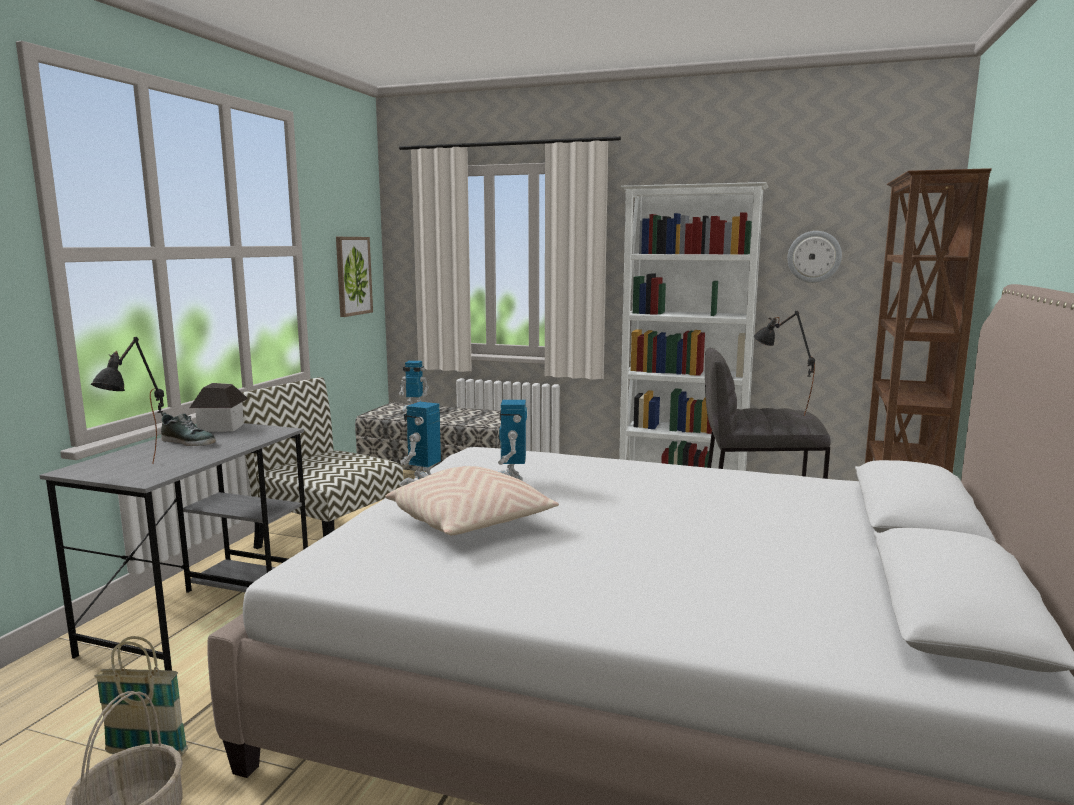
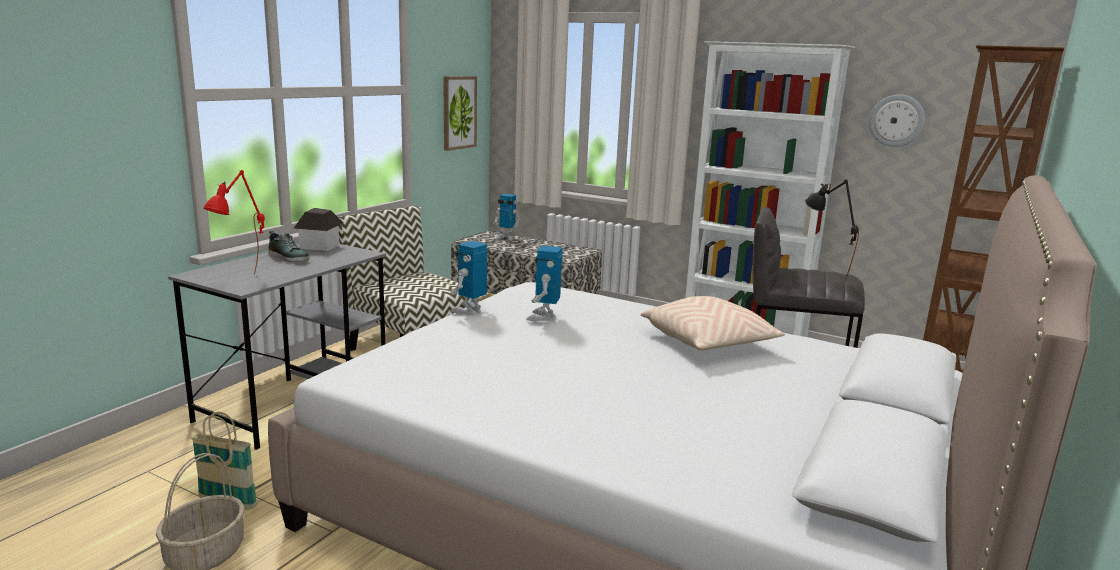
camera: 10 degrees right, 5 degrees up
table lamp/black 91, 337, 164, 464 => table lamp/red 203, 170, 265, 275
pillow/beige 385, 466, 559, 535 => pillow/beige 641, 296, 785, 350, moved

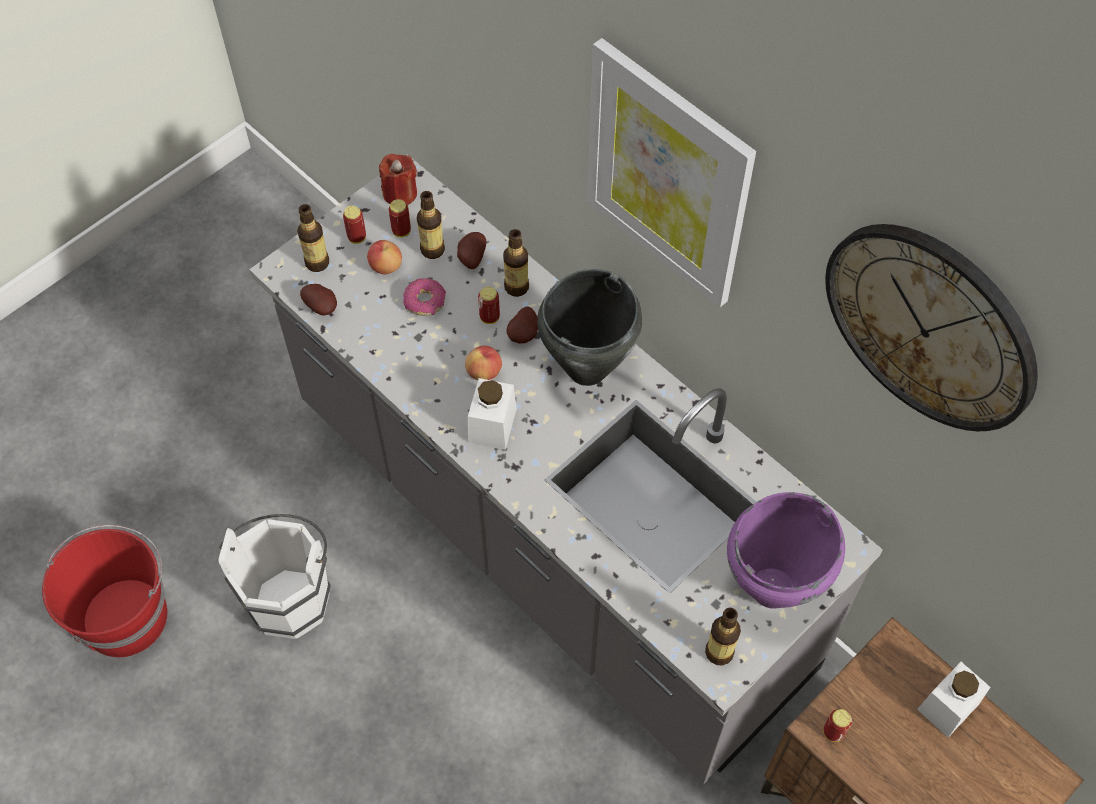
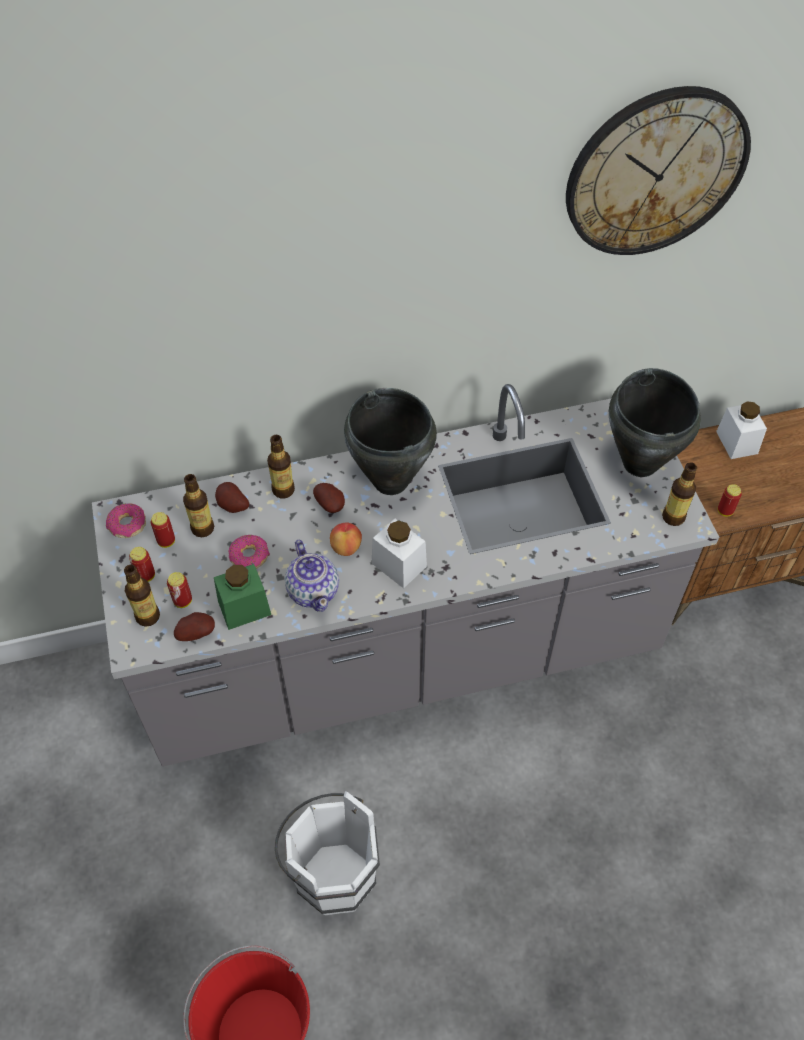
camera: 60 degrees left, 5 degrees down
picture 587, 38, 756, 307 => nothing
candle/red 379, 154, 417, 205 => donut 106, 503, 146, 538
apple 367, 240, 402, 275 => nothing
can 478, 286, 500, 324 => can 167, 572, 192, 608, moved
cooking pot/purple 727, 492, 845, 609 => cooking pot/black 609, 368, 701, 477
nothing => teapot 285, 540, 339, 612
nothing => jar/green 214, 564, 271, 630

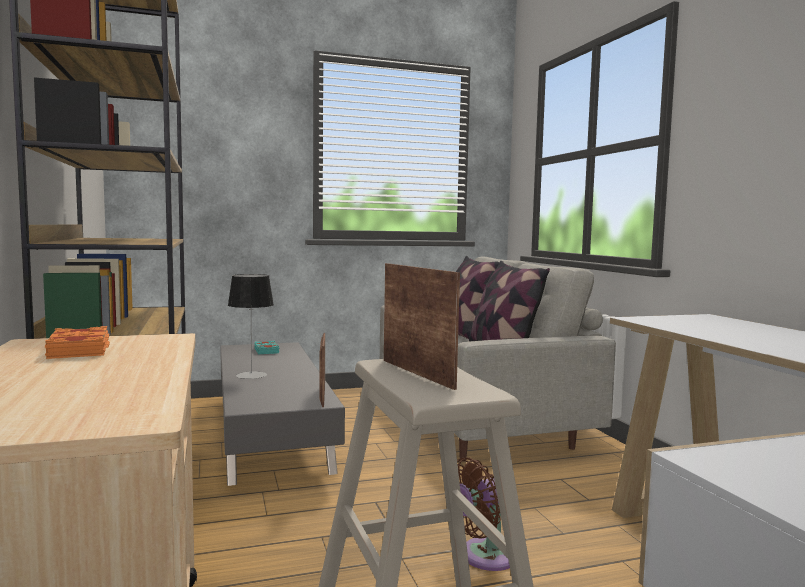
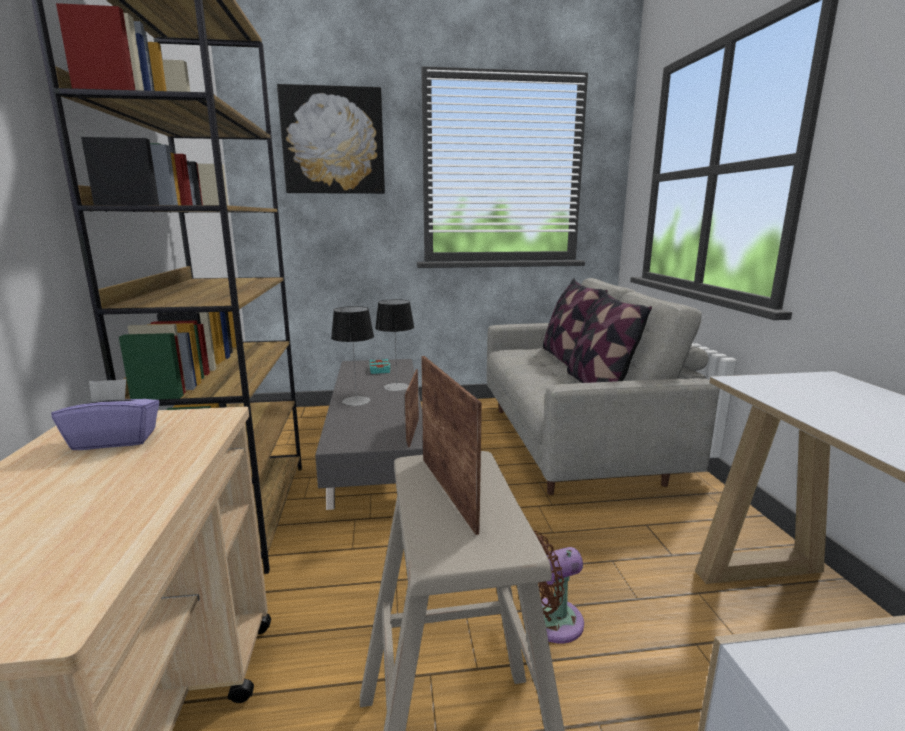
camera: 10 degrees right, 10 degrees up
book/orange 45, 326, 110, 359 => tissue box/purple 51, 379, 160, 450
nothing => picture 277, 84, 385, 194
nothing => table lamp 375, 299, 414, 391

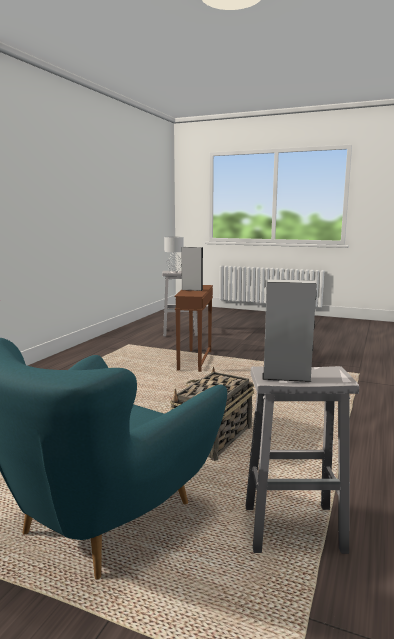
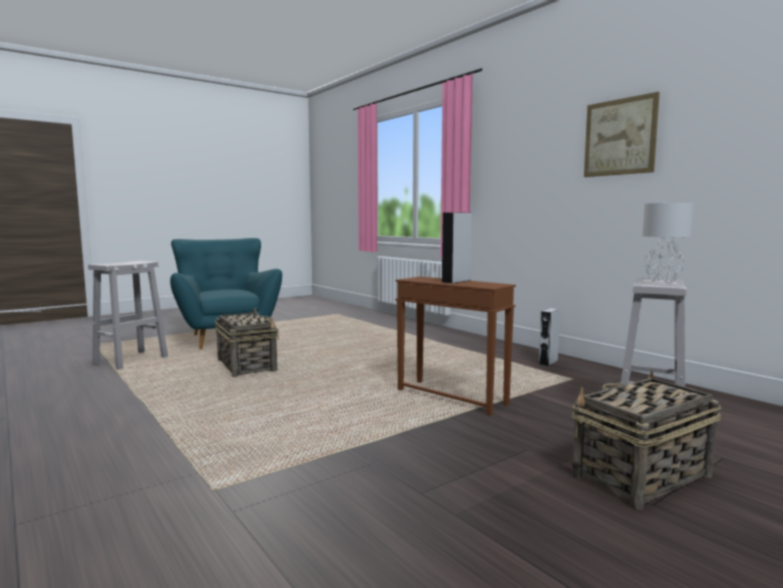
camera: 120 degrees right, 5 degrees down
speaker/grey 263, 280, 317, 382 => speaker/grey 538, 308, 560, 366, moved
nothing => picture 584, 92, 660, 177
nothing => basket 572, 370, 722, 510

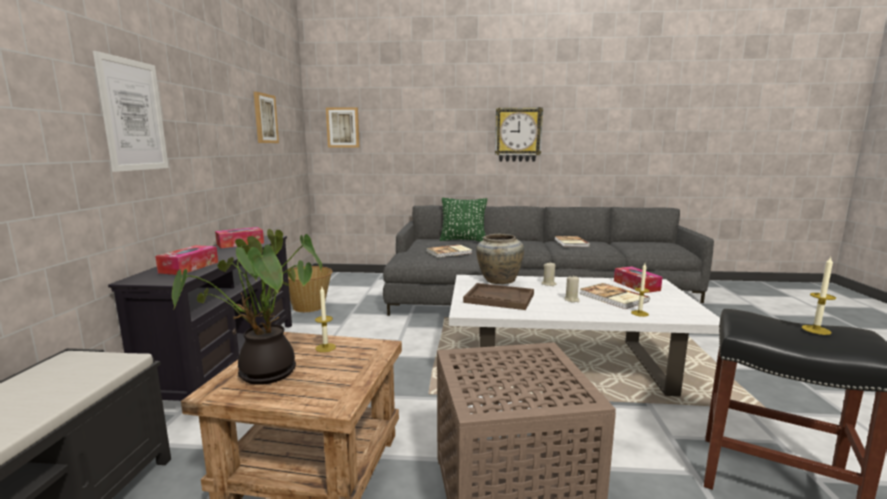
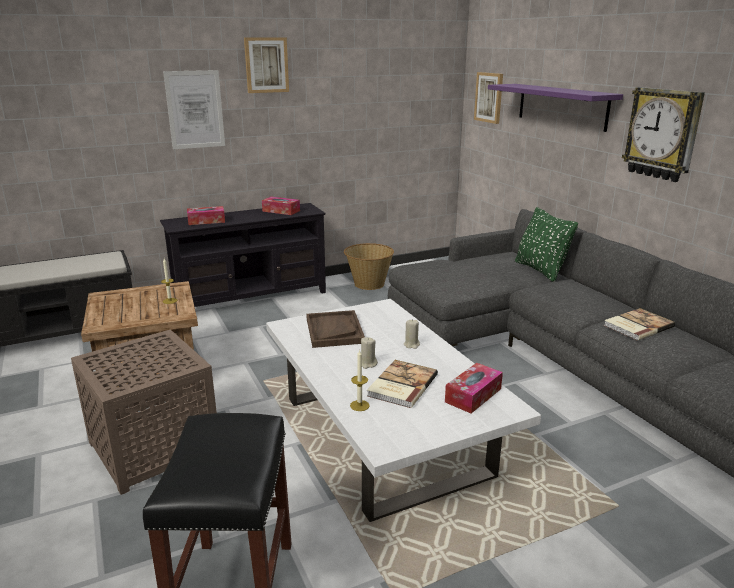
camera: 60 degrees right, 10 degrees up
picture 254, 92, 279, 143 => picture 244, 37, 289, 93, moved
potted plant 172, 229, 322, 385 => nothing
vase/beige 476, 234, 524, 284 => nothing
book 426, 245, 472, 257 => nothing
candle 802, 257, 836, 335 => nothing
nothing => shelf/purple 488, 84, 623, 132

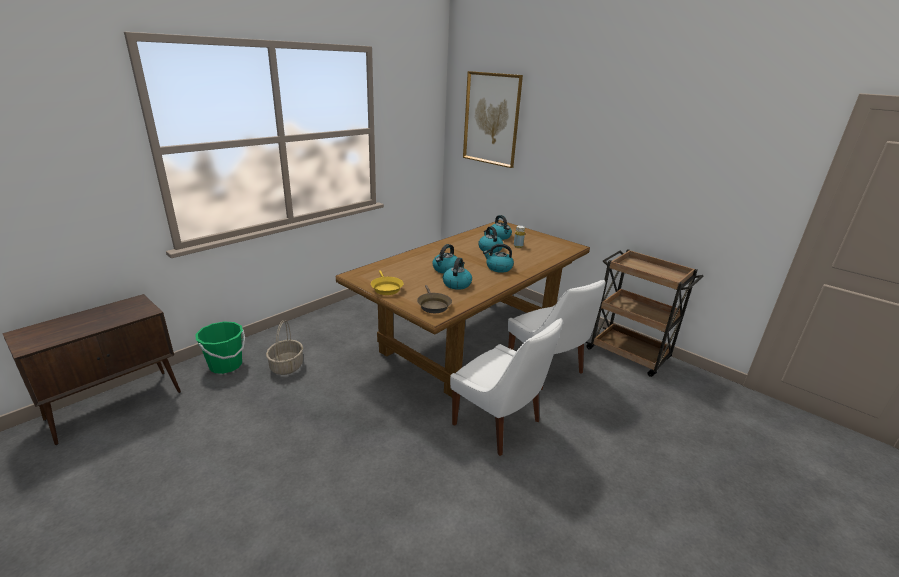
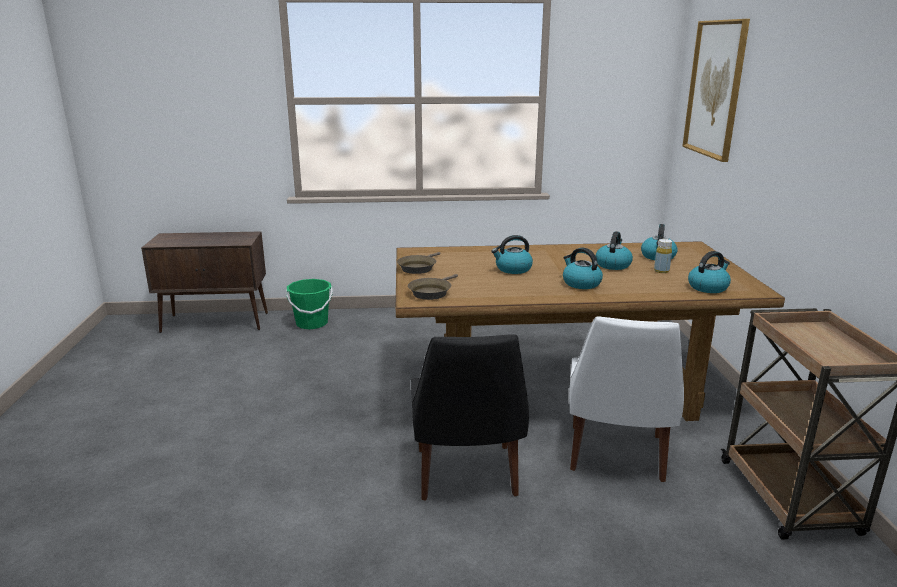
camera: 45 degrees right, 5 degrees down
kettle 443, 257, 472, 290 => kettle 688, 251, 731, 293, moved
frying pan/yellow 371, 270, 404, 295 => frying pan/brown 397, 252, 440, 274
chair/white 450, 318, 563, 456 => chair/black 411, 334, 529, 501
basket 266, 320, 303, 375 => nothing

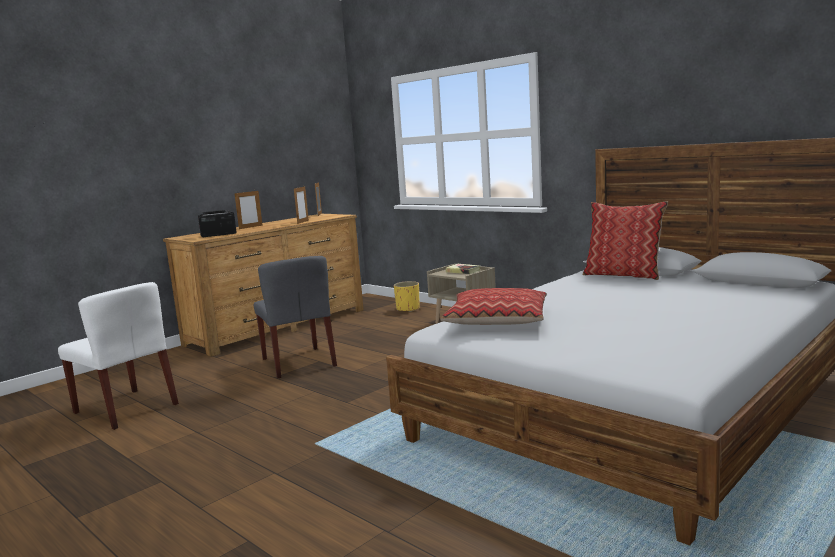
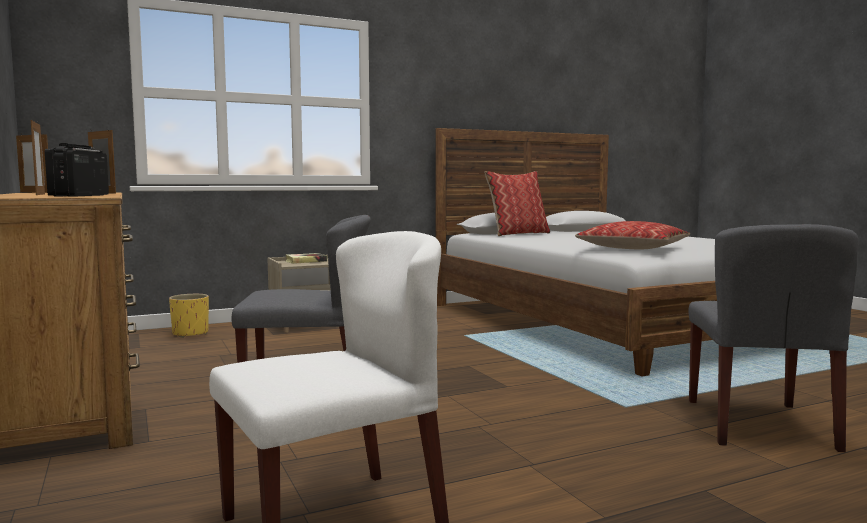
camera: 70 degrees left, 5 degrees down
nothing => chair/grey 689, 224, 859, 452

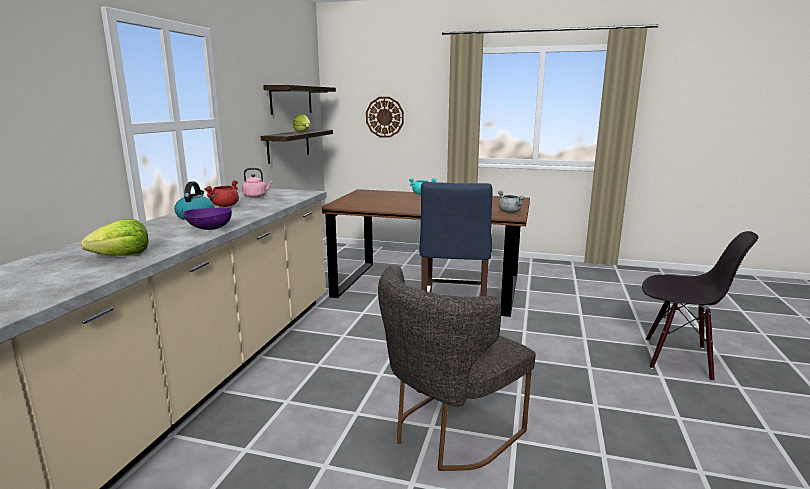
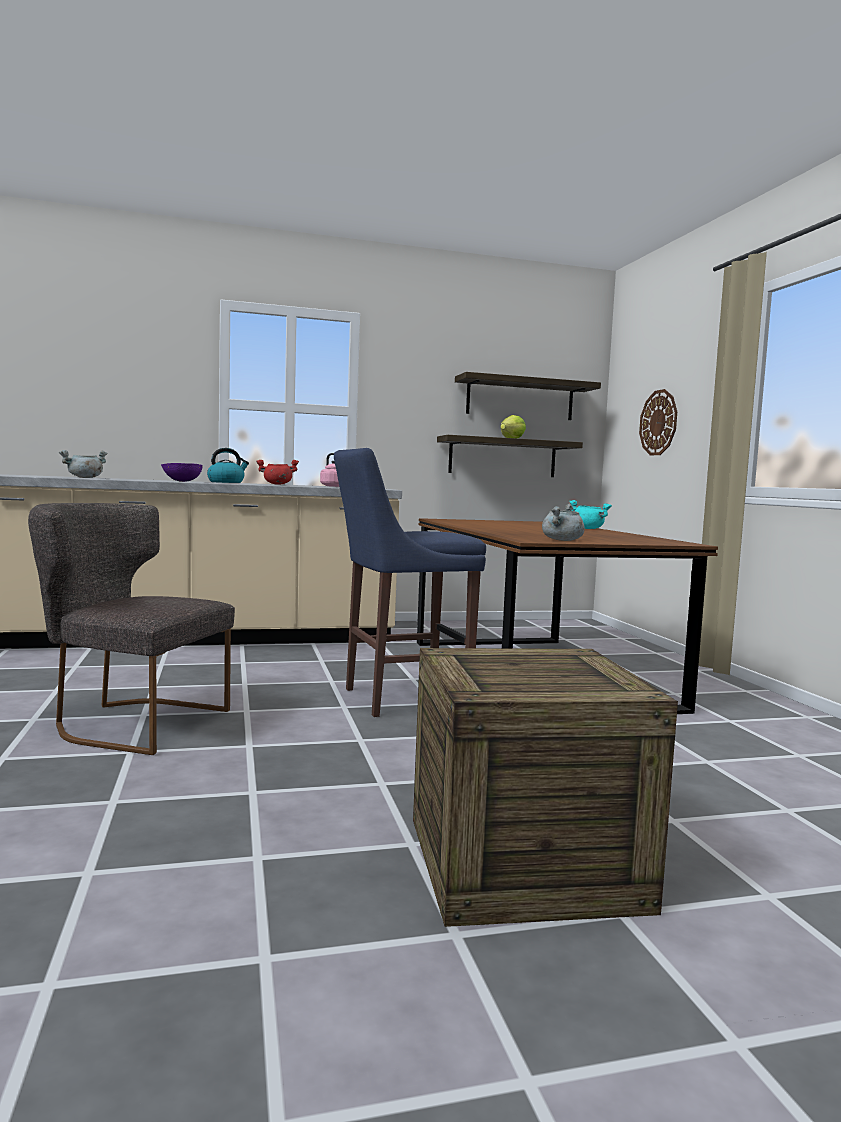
camera: 60 degrees right, 10 degrees down
lettuce 81, 219, 148, 256 => cooking pot/grey 59, 450, 107, 478
chair/black 642, 231, 758, 381 => crate 413, 648, 678, 927

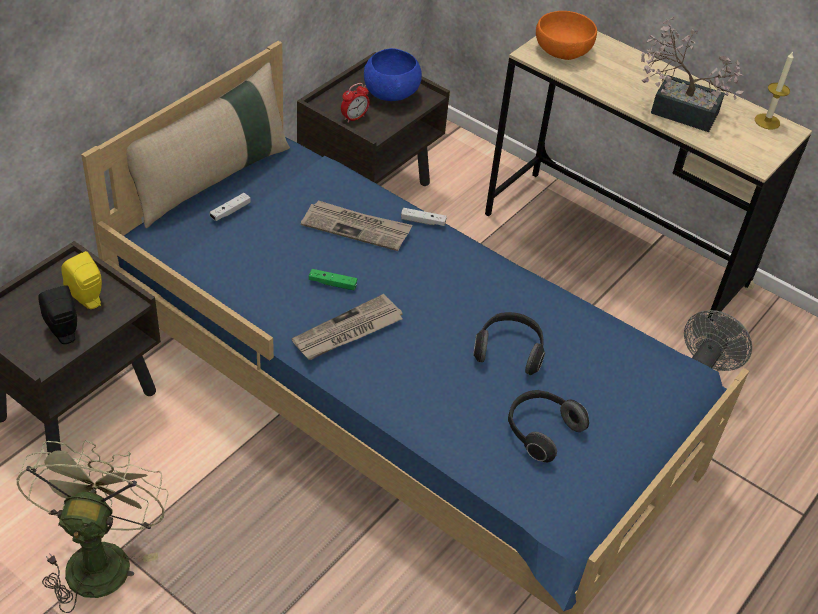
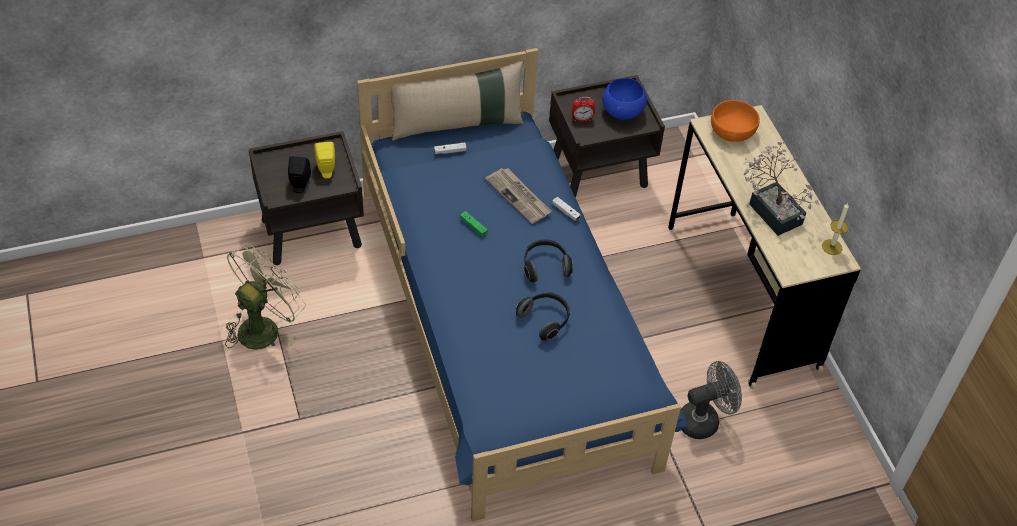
camera: 35 degrees right, 5 degrees up
newspaper 292, 294, 403, 360 => nothing
headphones 508, 390, 589, 462 => headphones 524, 240, 573, 283, moved

